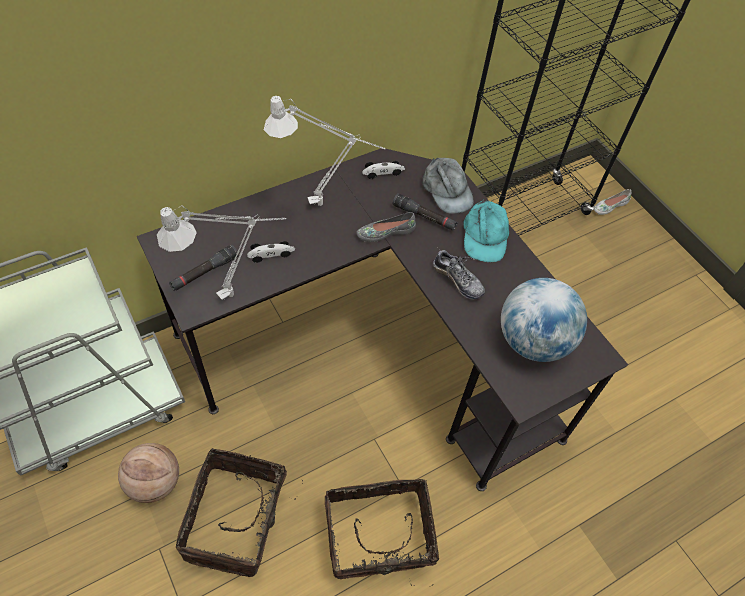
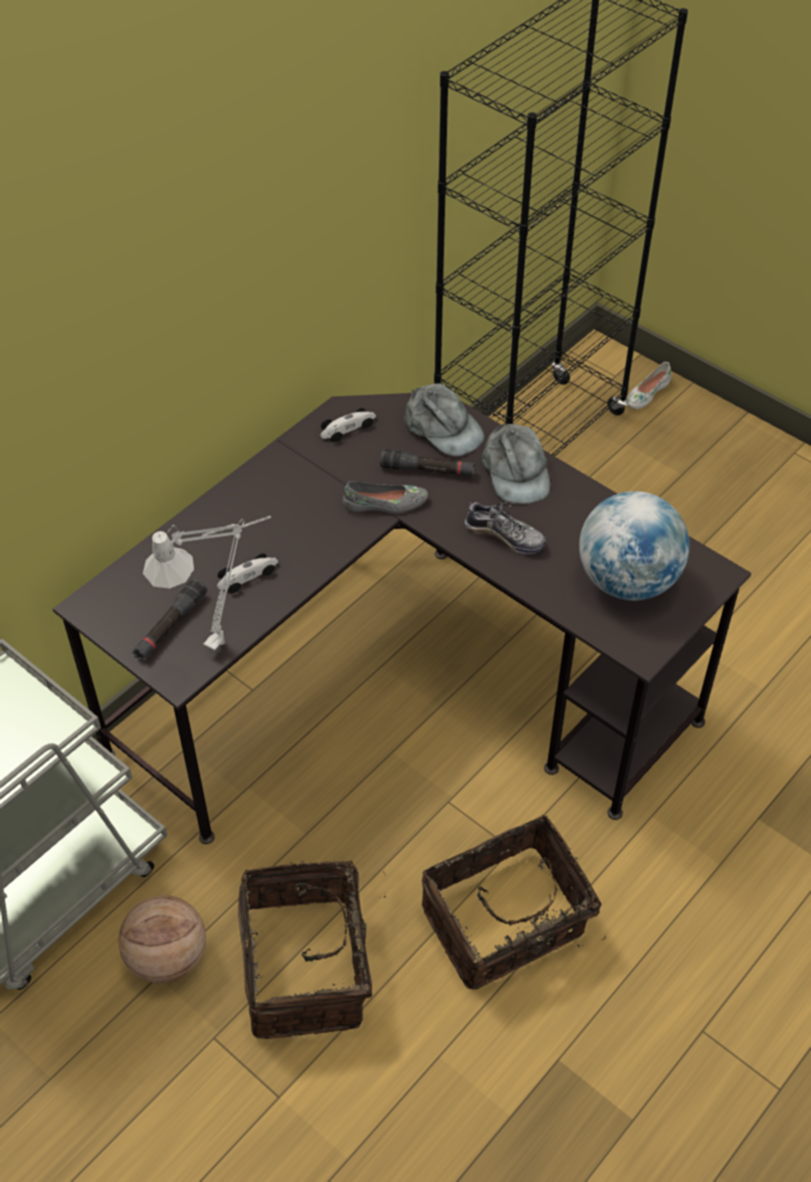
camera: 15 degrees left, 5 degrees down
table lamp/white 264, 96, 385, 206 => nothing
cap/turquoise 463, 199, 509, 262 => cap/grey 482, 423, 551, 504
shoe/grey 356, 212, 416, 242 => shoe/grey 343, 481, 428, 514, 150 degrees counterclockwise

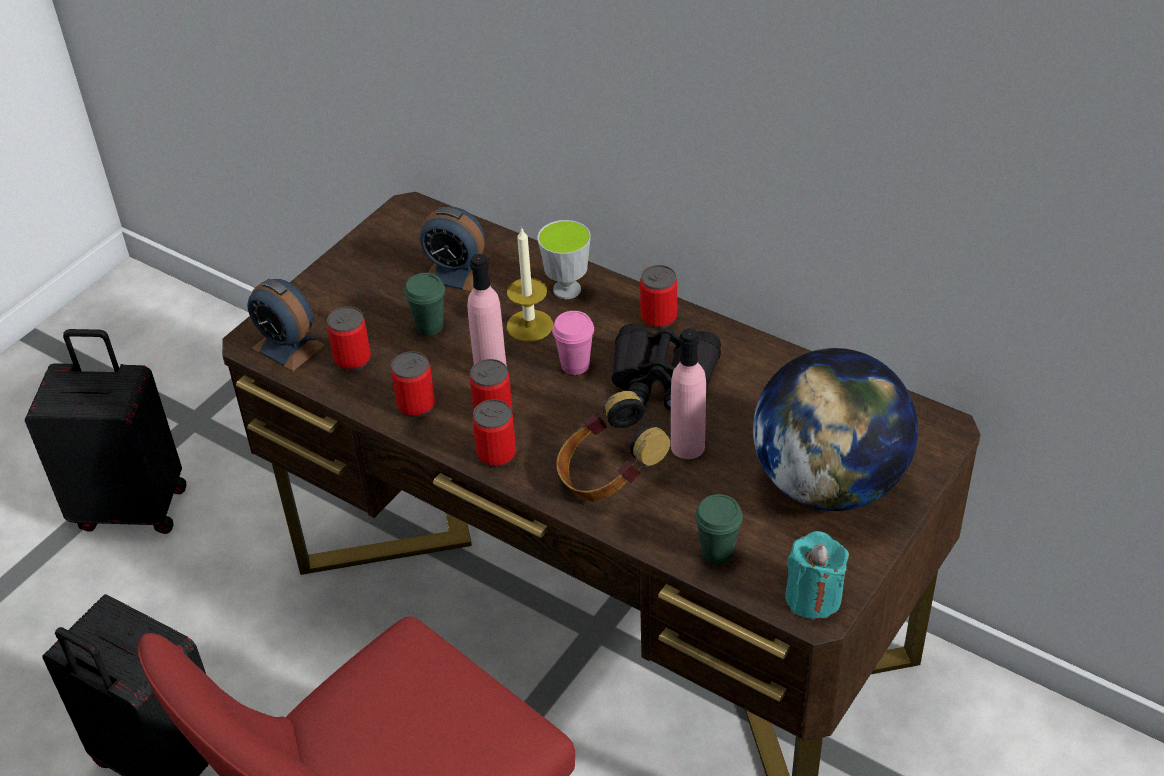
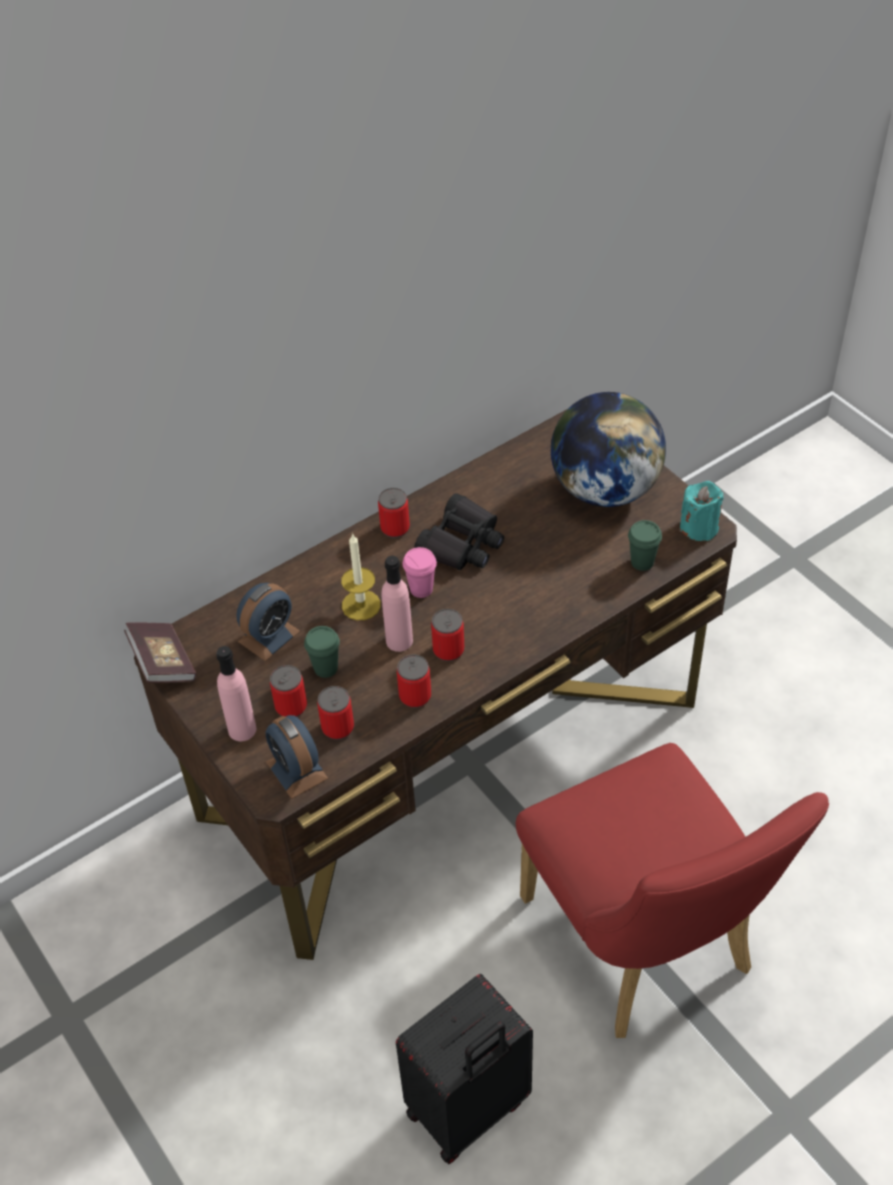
camera: 70 degrees left, 5 degrees up
cup 537, 220, 590, 299 => nothing
alarm clock 247, 279, 325, 371 => alarm clock 266, 715, 328, 799, 90 degrees clockwise
bottle/pink 671, 328, 706, 459 => bottle/pink 216, 646, 256, 741, moved
suitcase/black 25, 329, 186, 534 => nothing
headphones 556, 391, 670, 502 => nothing
can 473, 399, 516, 467 => can 270, 665, 307, 717, moved
nothing => book 124, 622, 196, 683

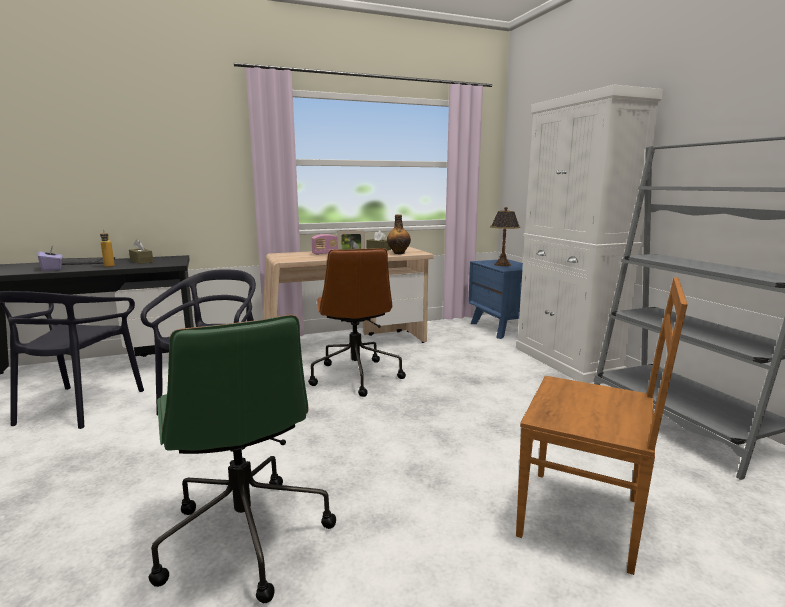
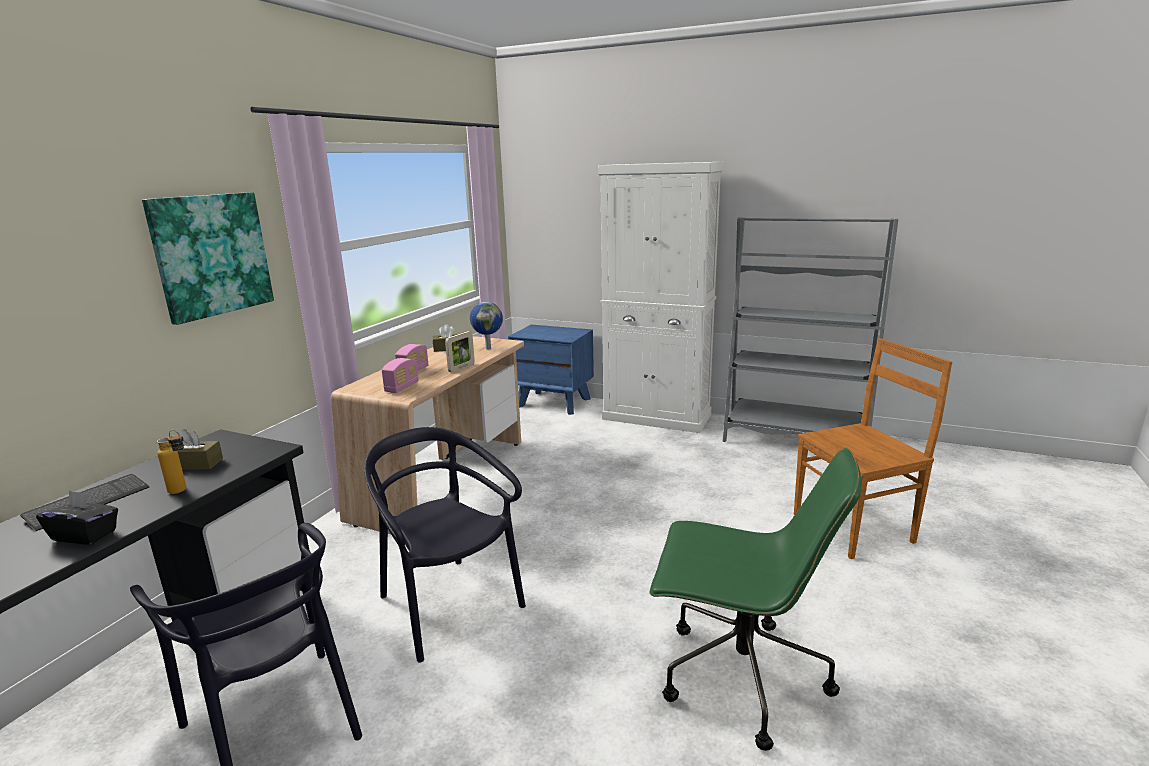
camera: 45 degrees left, 5 degrees up
table lamp 490, 207, 520, 266 => nothing
bottle 387, 214, 411, 254 => globe 470, 302, 503, 350
tissue box/purple 38, 246, 63, 271 => tissue box/black 36, 491, 118, 545
office chair/brown 308, 248, 406, 397 => nothing
nothing => picture 142, 192, 274, 325
nothing => radio 382, 358, 419, 393

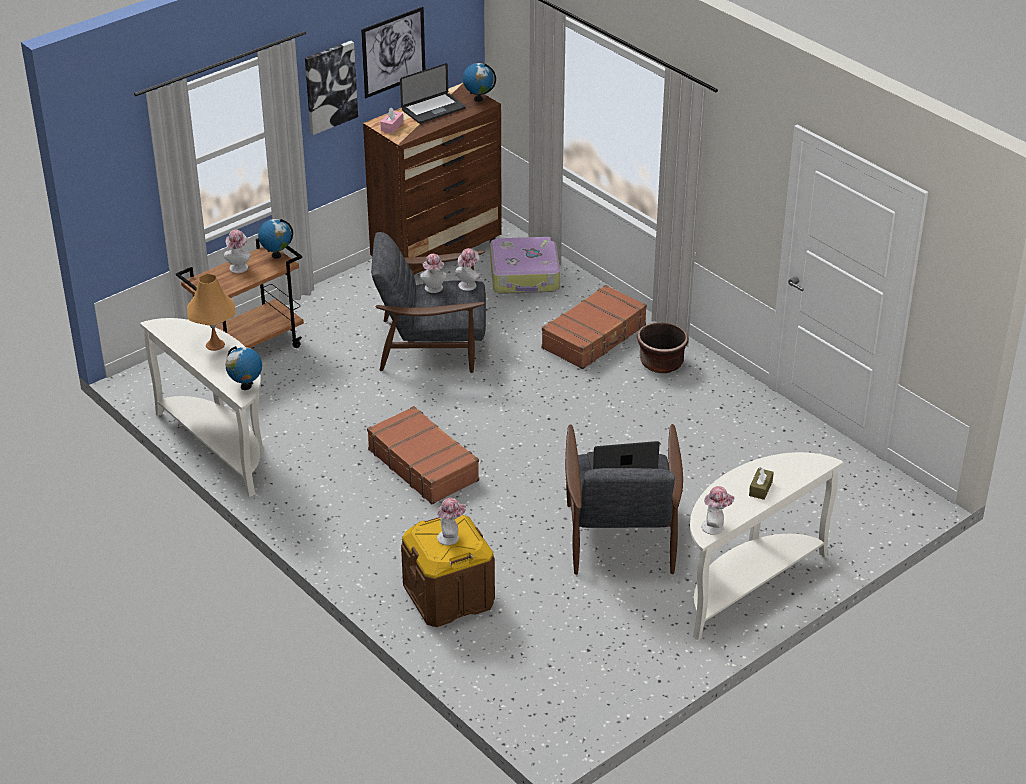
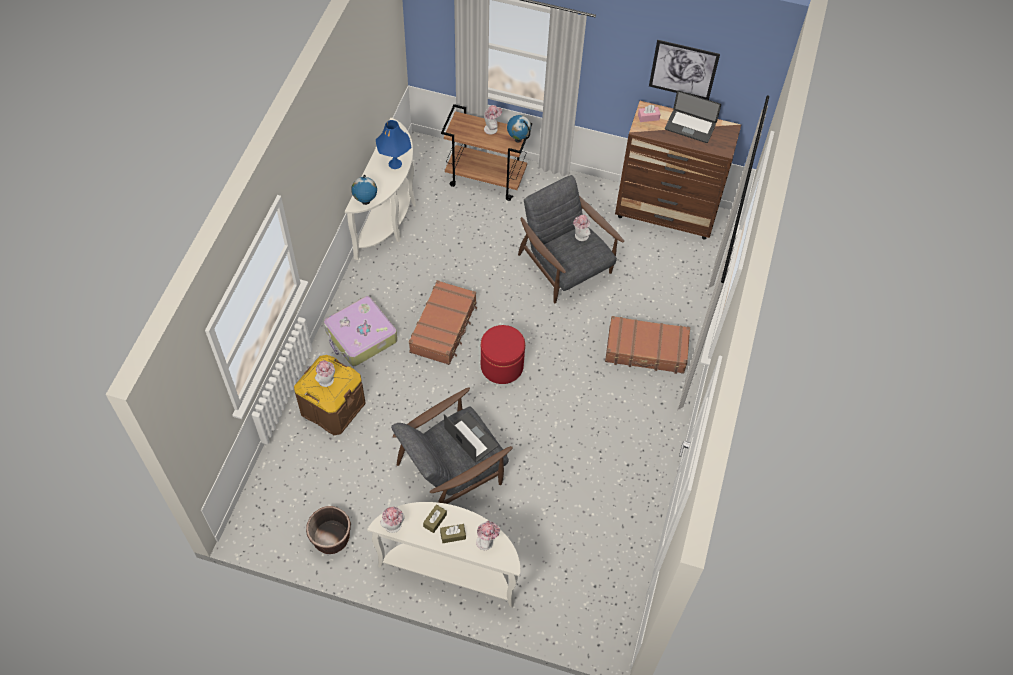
camera: 55 degrees right, 20 degrees up
picture 305, 41, 358, 135 => nothing
globe 463, 63, 496, 102 => nothing
suitcase 490, 237, 560, 294 => suitcase 324, 296, 397, 366, moved
hat 455, 248, 479, 291 => hat 476, 521, 500, 550, moved
table lamp/orange 187, 274, 236, 351 => table lamp/blue 376, 120, 411, 169
planter/brown 637, 322, 688, 373 => planter/brown 306, 506, 351, 554, moved
nothing => ottoman/red 481, 325, 525, 384
nothing => tissue box/brown 423, 504, 447, 533

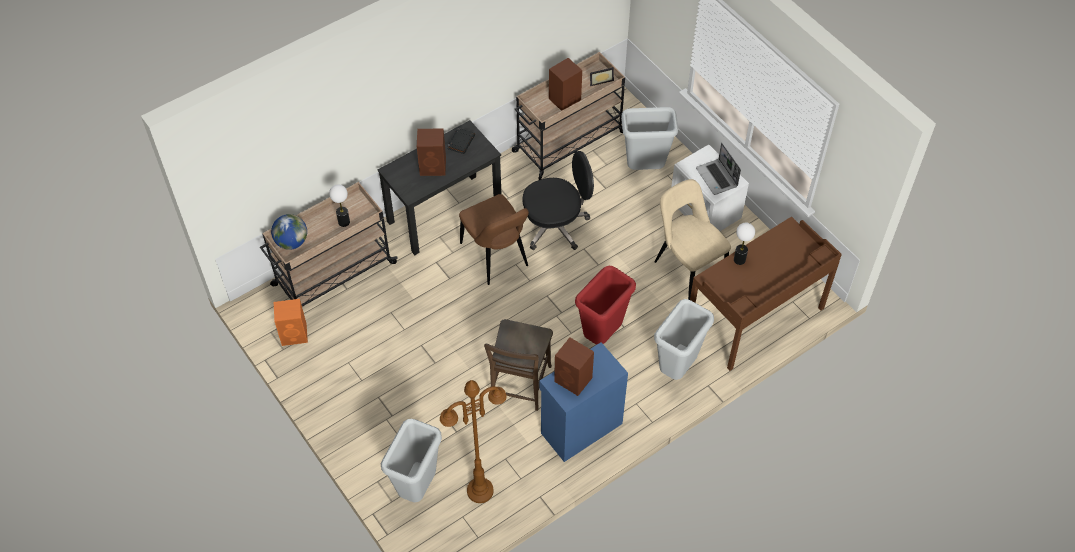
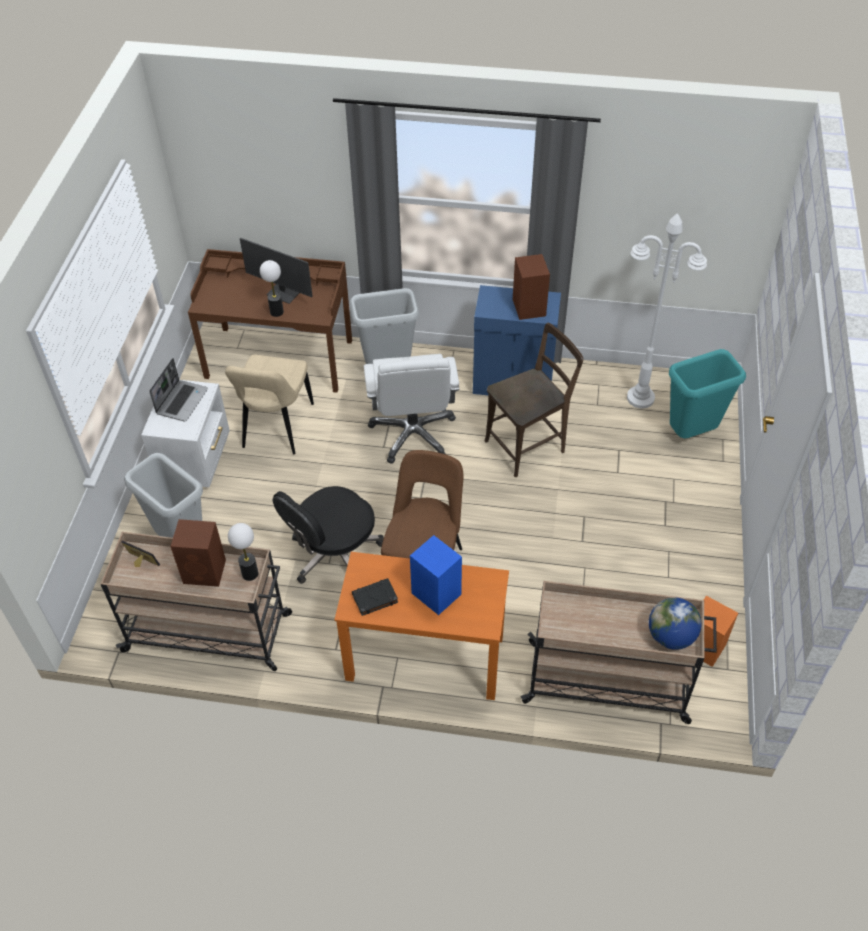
camera: 135 degrees left, 5 degrees down
desk/black 378, 120, 501, 255 => desk/orange 334, 552, 509, 700
speaker/brown 417, 129, 446, 176 => speaker/blue 410, 535, 462, 615
office chair/black 522, 151, 594, 250 => office chair/black 273, 486, 384, 584, 75 degrees counterclockwise
table lamp 329, 184, 350, 227 => table lamp 228, 523, 258, 581, moved
trash can/red 575, 266, 636, 345 => office chair/white 364, 354, 460, 464
floor lamp/brown 440, 380, 506, 503 => floor lamp/white 627, 213, 707, 408
trash can/grey 381, 419, 442, 502 => trash can/turquoise 669, 349, 746, 438
nothing => monitor 240, 238, 313, 304

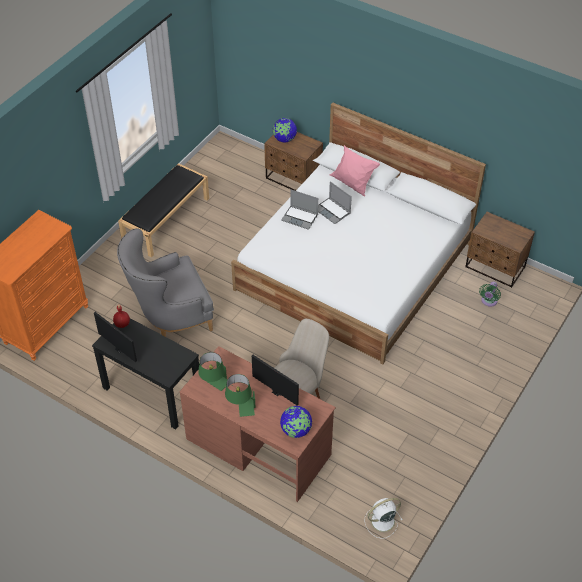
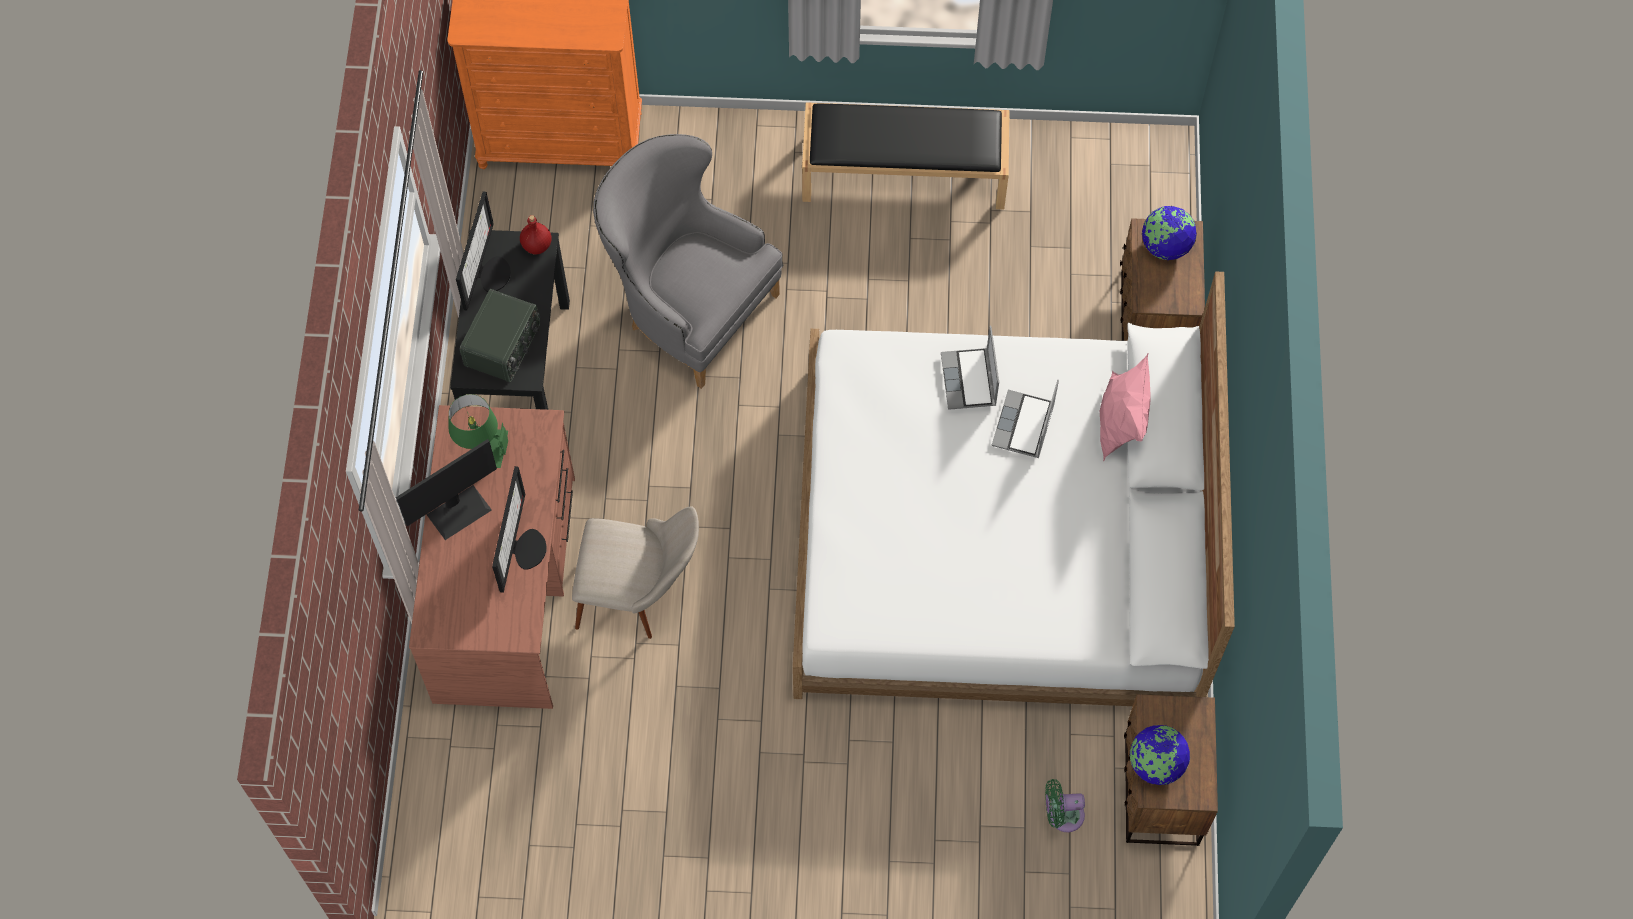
camera: 60 degrees right, 15 degrees up
table lamp/green 225, 374, 255, 417 => monitor 396, 439, 497, 540
globe 280, 406, 312, 438 => globe 1130, 725, 1190, 785, moved
fan/white 365, 498, 403, 539 => nothing
nothing => radio 460, 289, 540, 382

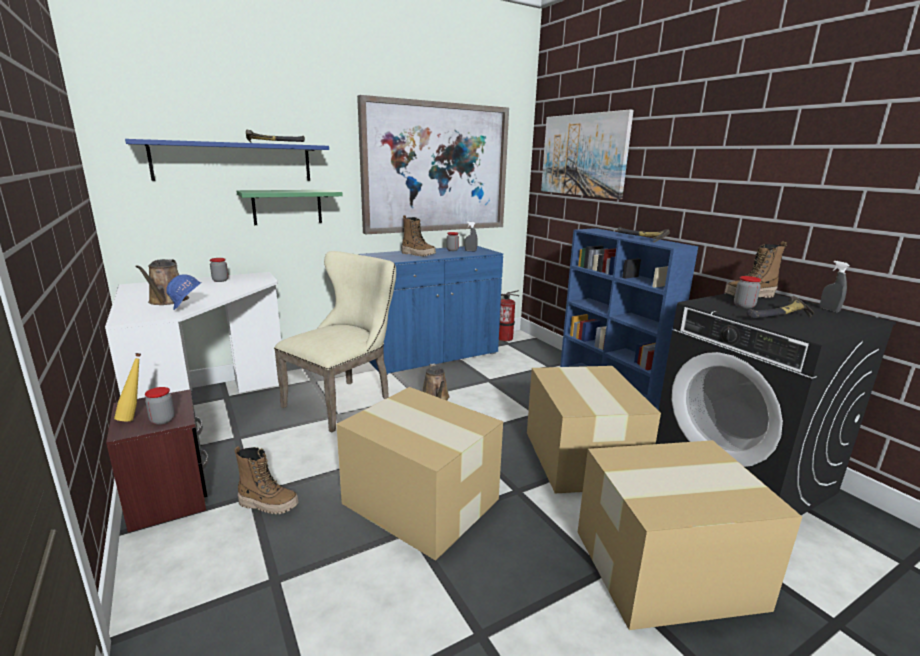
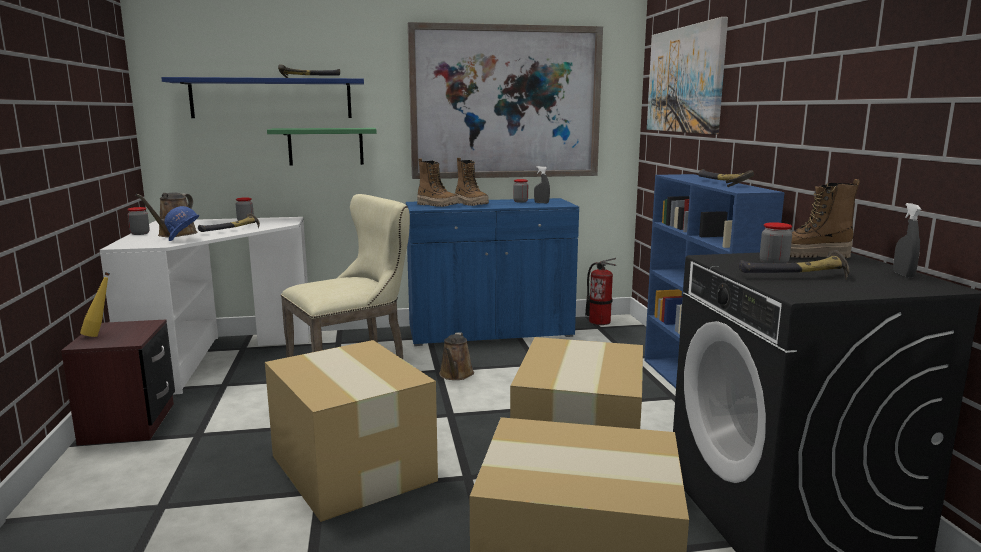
camera: 20 degrees right, 5 degrees down
jar 145, 387, 175, 425 => jar 127, 207, 150, 235, moved
boot 235, 446, 299, 514 => boot 417, 158, 459, 207, moved
nothing => hammer 198, 213, 260, 232

